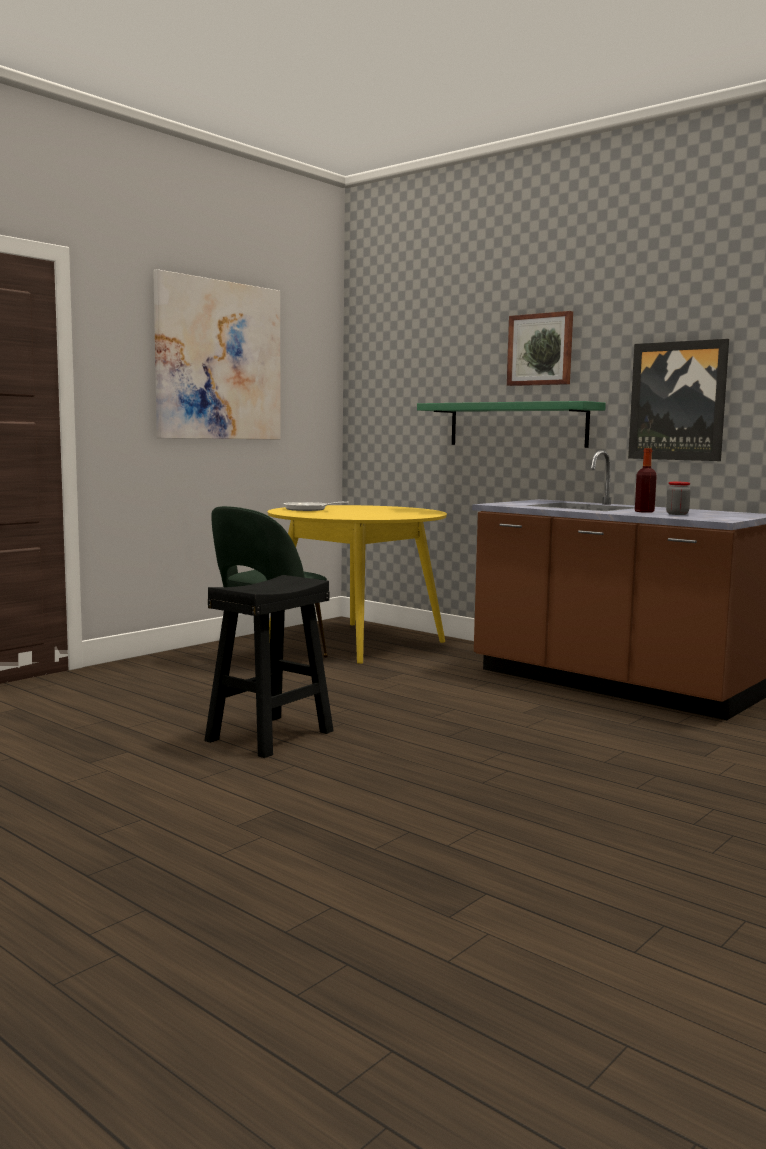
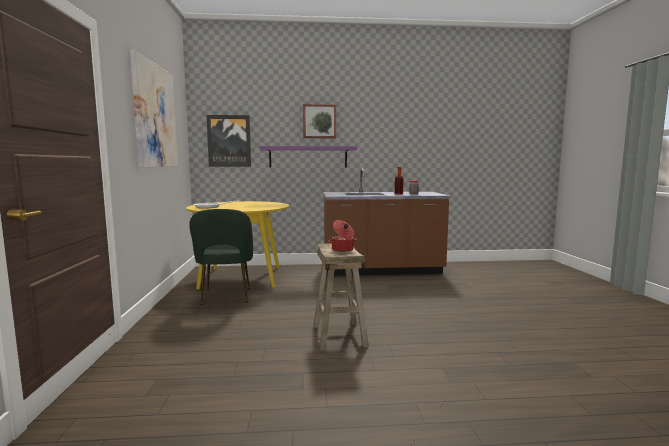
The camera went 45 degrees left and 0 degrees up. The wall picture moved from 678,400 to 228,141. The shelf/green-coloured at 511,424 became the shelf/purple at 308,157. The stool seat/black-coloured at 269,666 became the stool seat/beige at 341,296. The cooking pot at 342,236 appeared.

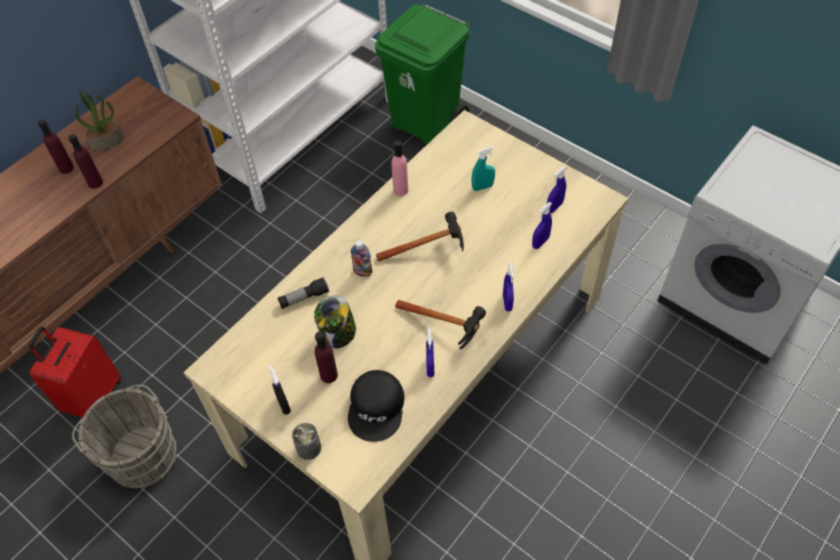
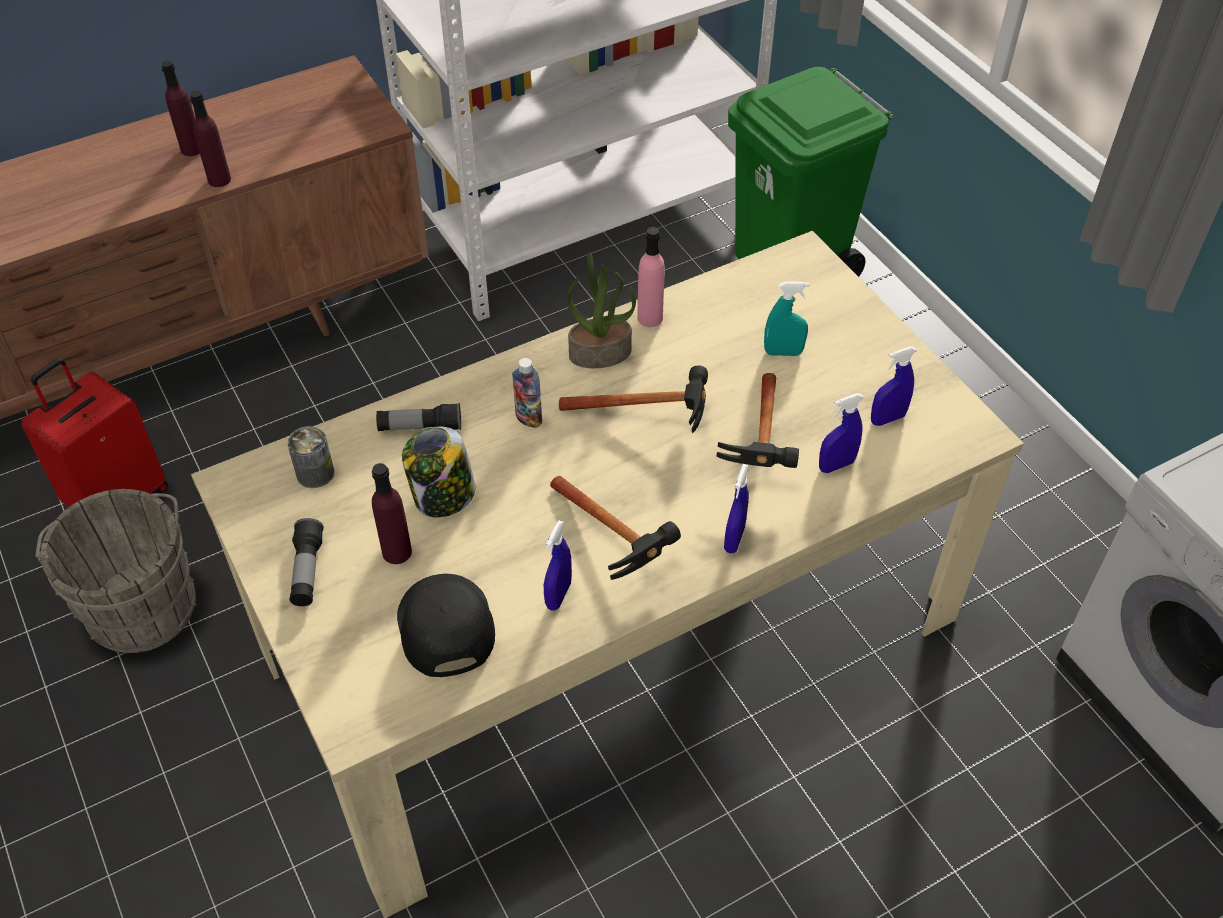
The camera went 20 degrees right and 5 degrees down. The potted plant moved from 99,121 to 601,310. The spray bottle/black-coloured at 279,390 was replaced by the flashlight at 306,562. The peaked cap/black-coloured at 376,406 turned 135 degrees clockwise. The can moved from 306,441 to 310,457. The tool hammer at 758,420 appeared.

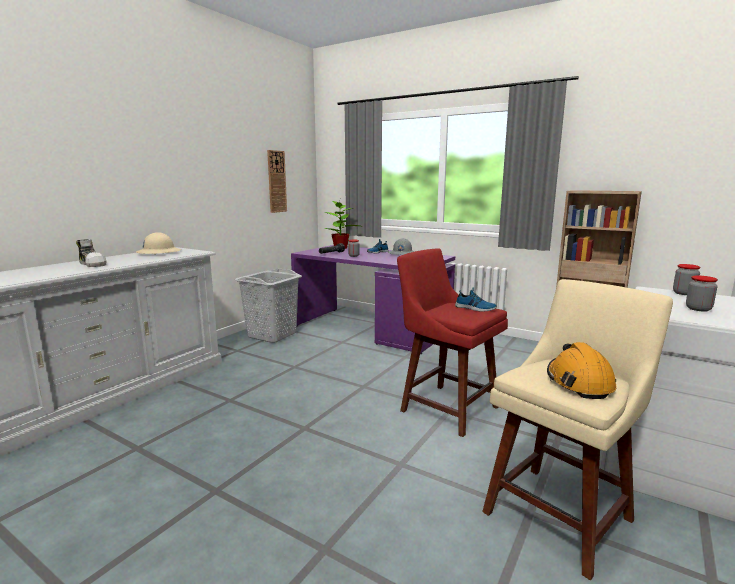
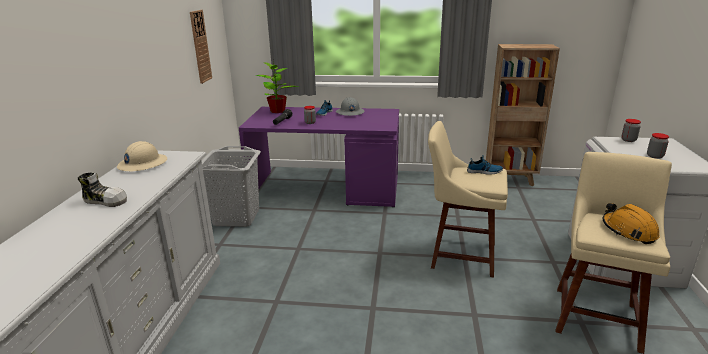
The camera went 25 degrees left and 10 degrees up. The stool seat/red at 452,342 became the stool seat/beige at 468,199.

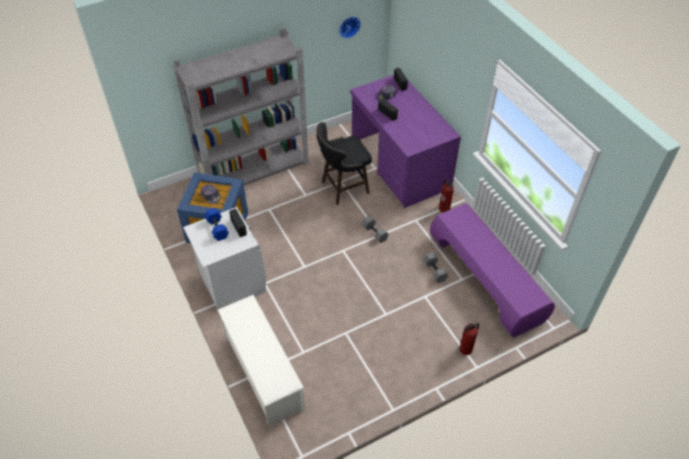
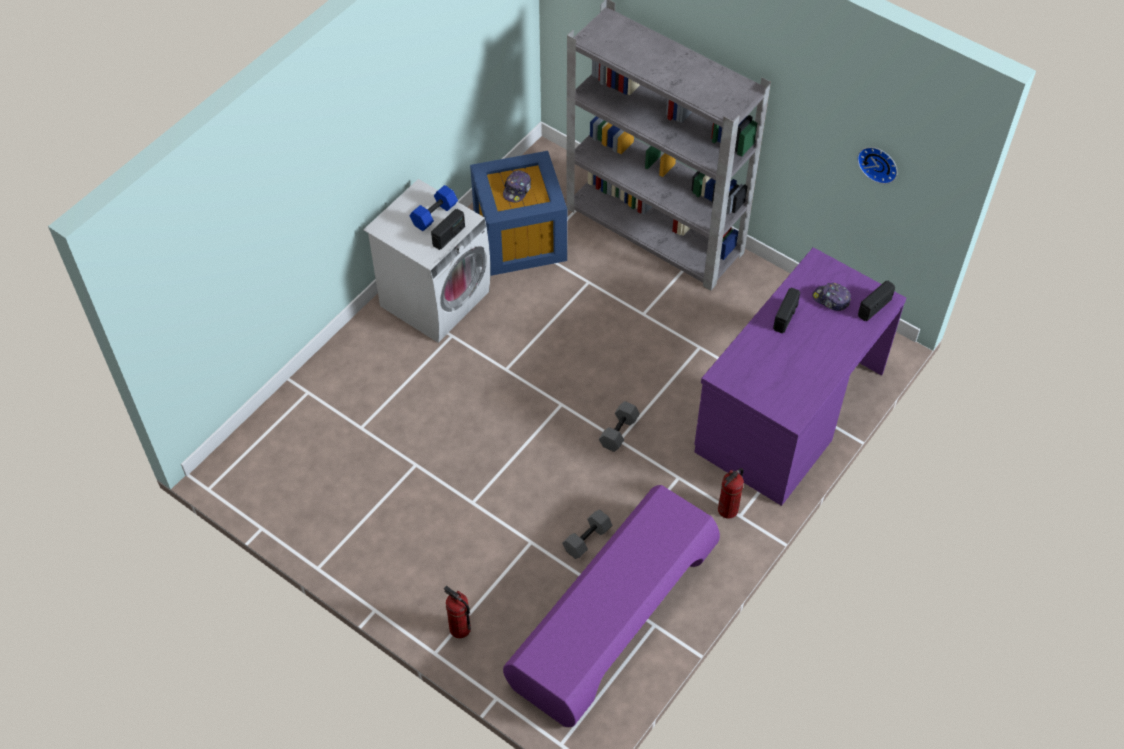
The camera went 65 degrees right and 5 degrees up. The stool seat/black-coloured at 344,163 disappeared. The shoe rack/whitish at 261,360 disappeared.

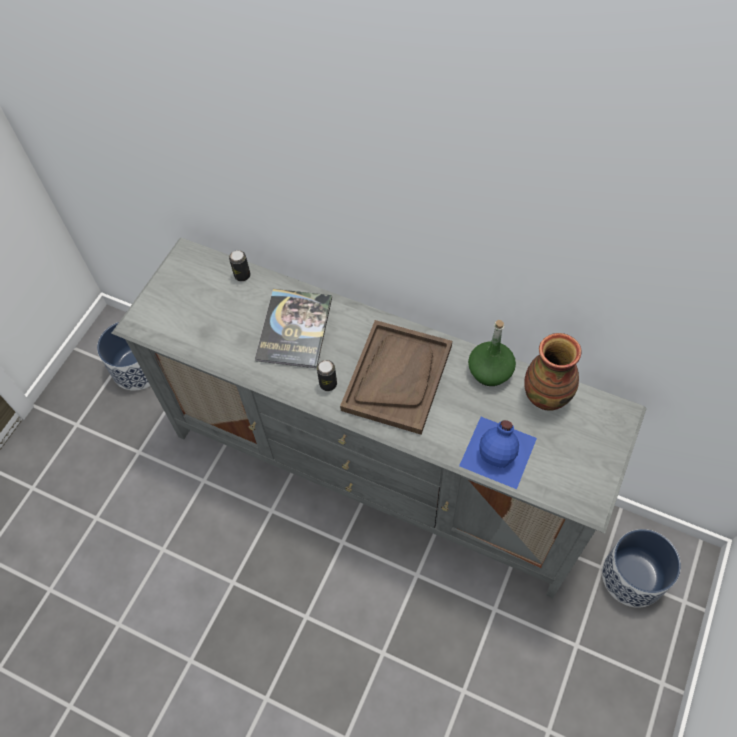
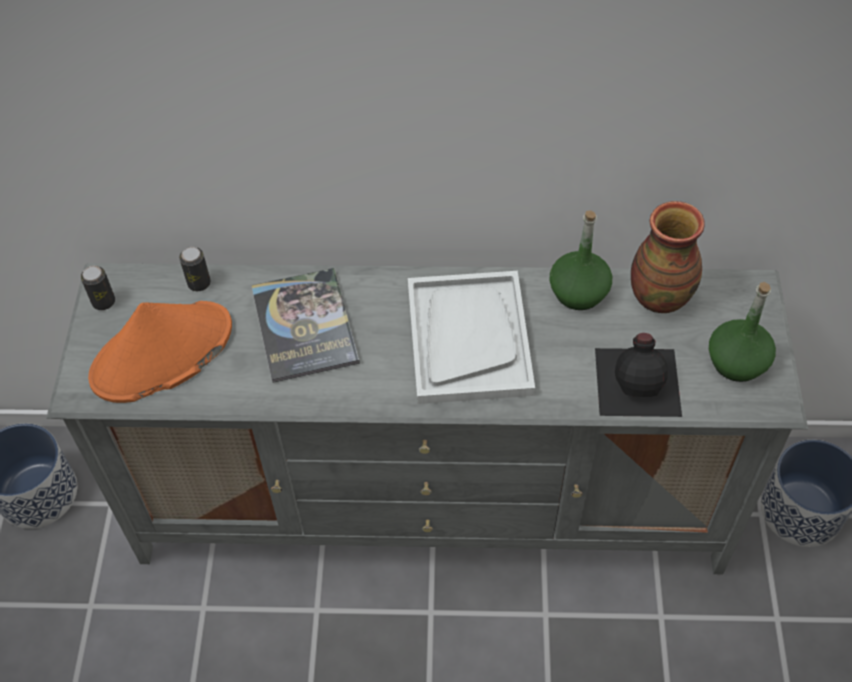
The camera went 25 degrees left and 5 degrees down. The tray/brown-coloured at 396,377 became the tray/whitish at 471,337. The can moved from 327,375 to 98,288. The beverage bottle/bluish at 498,453 became the beverage bottle/black-coloured at 638,375. The beverage bottle/green-coloured at 742,332 appeared. The wearable hat/orangey at 160,352 appeared.

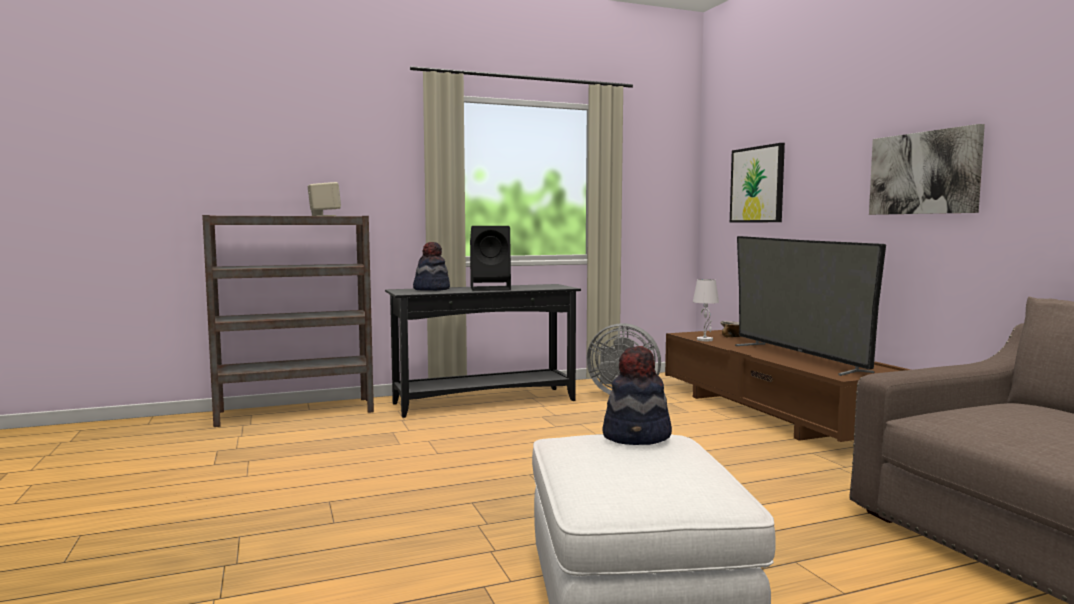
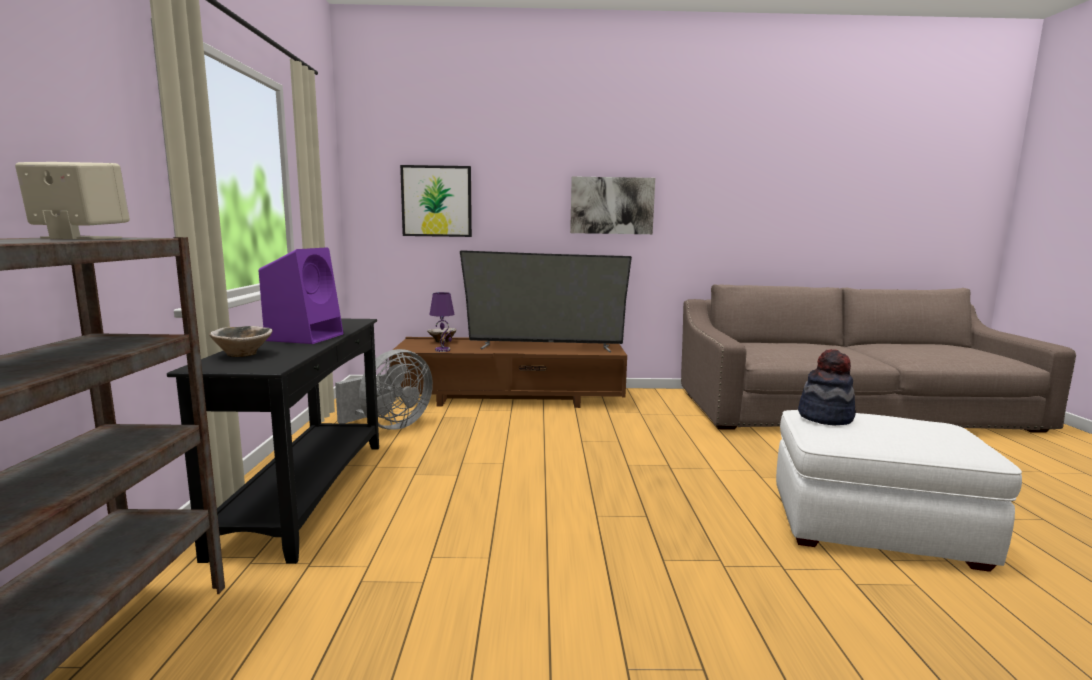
The camera went 70 degrees left and 5 degrees up. The speaker/black-coloured at 490,258 became the speaker/purple at 301,295. The wearable hat at 431,266 was replaced by the serving bowl at 241,341. The table lamp/whitish at 706,310 became the table lamp/purple at 442,322.

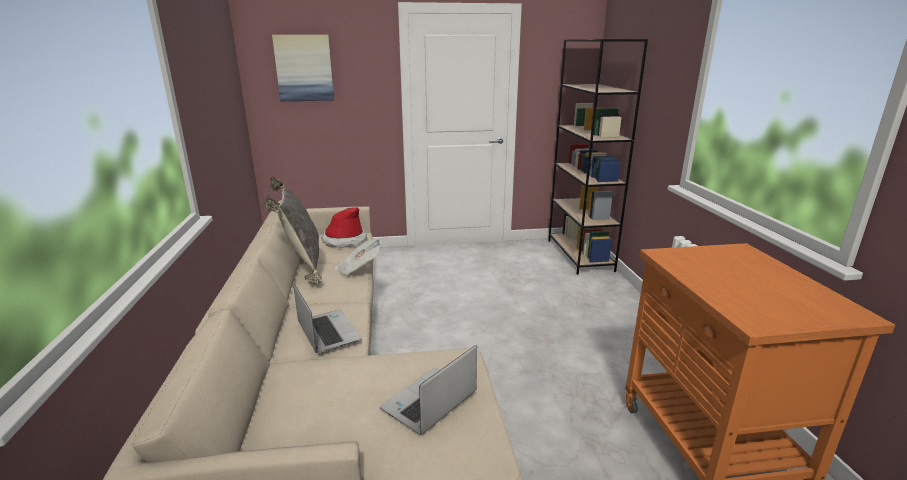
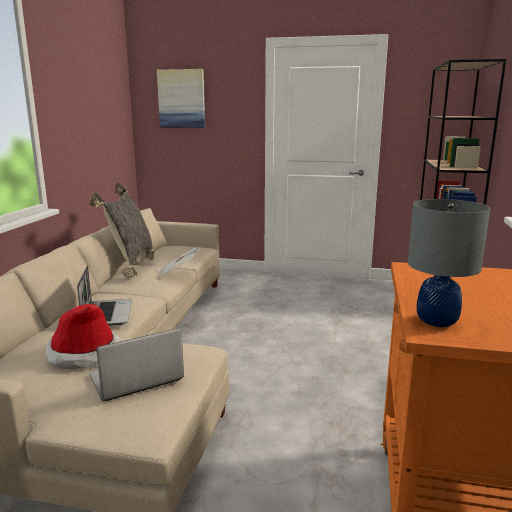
The camera went 20 degrees right and 5 degrees down. The wearable hat moved from 344,227 to 82,336. The table lamp/greyish at 449,263 appeared.

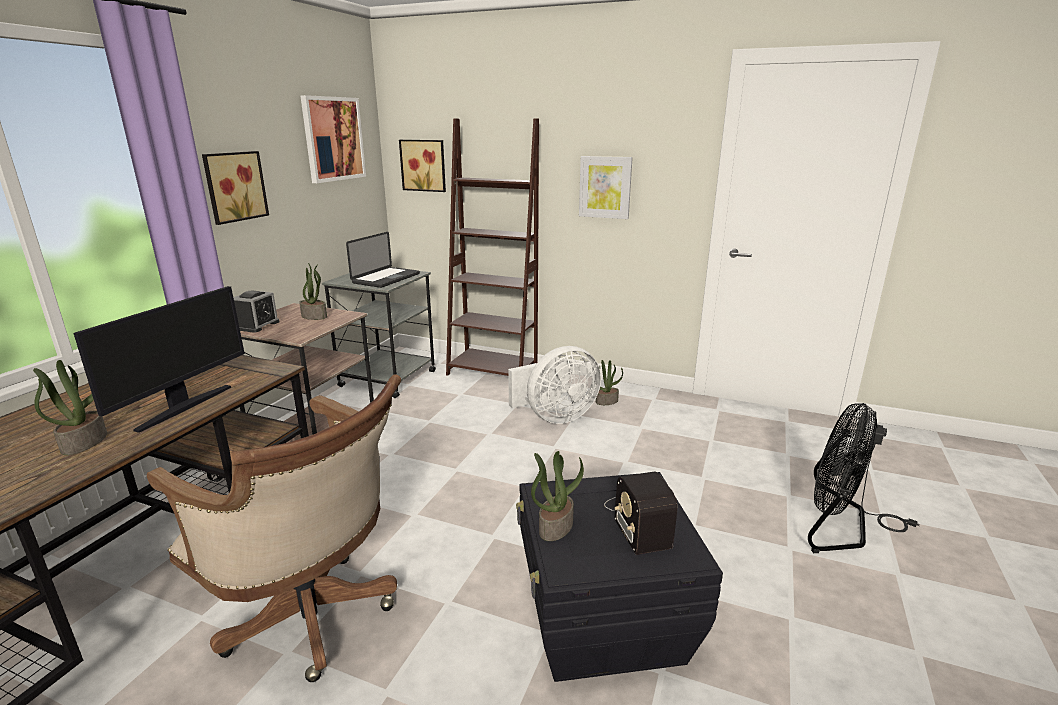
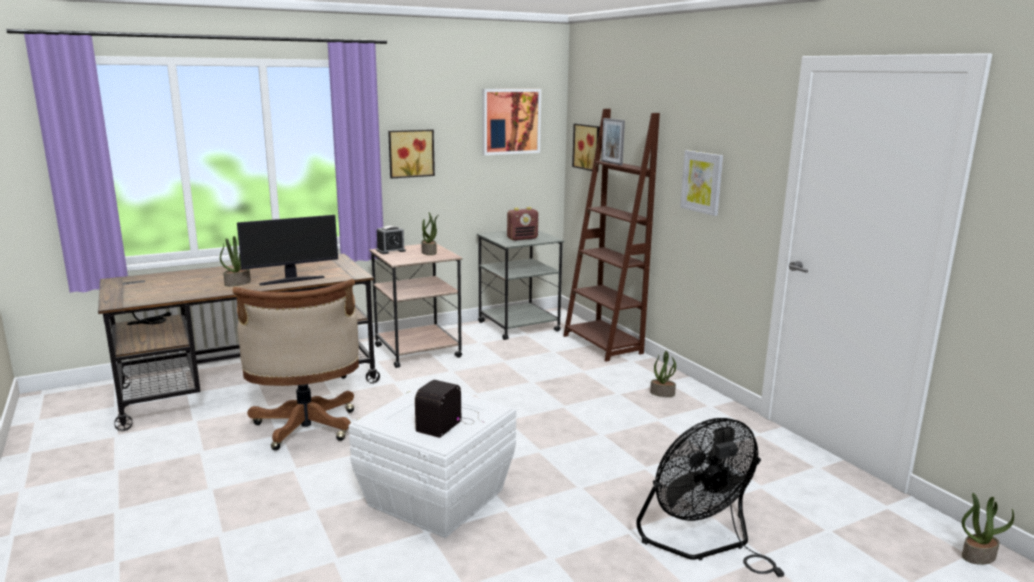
The camera went 40 degrees right and 5 degrees down. The laptop at 383,260 was replaced by the radio at 522,224. The electric fan/whitish at 554,385 disappeared. The potted plant moved from 557,496 to 988,529. The storage box/black-coloured at 619,577 became the storage box/whitish at 432,460. The picture frame at 613,141 appeared.

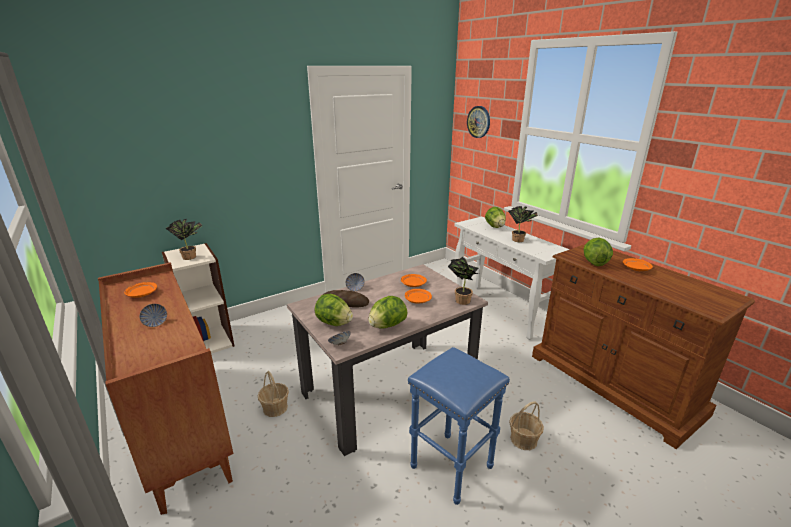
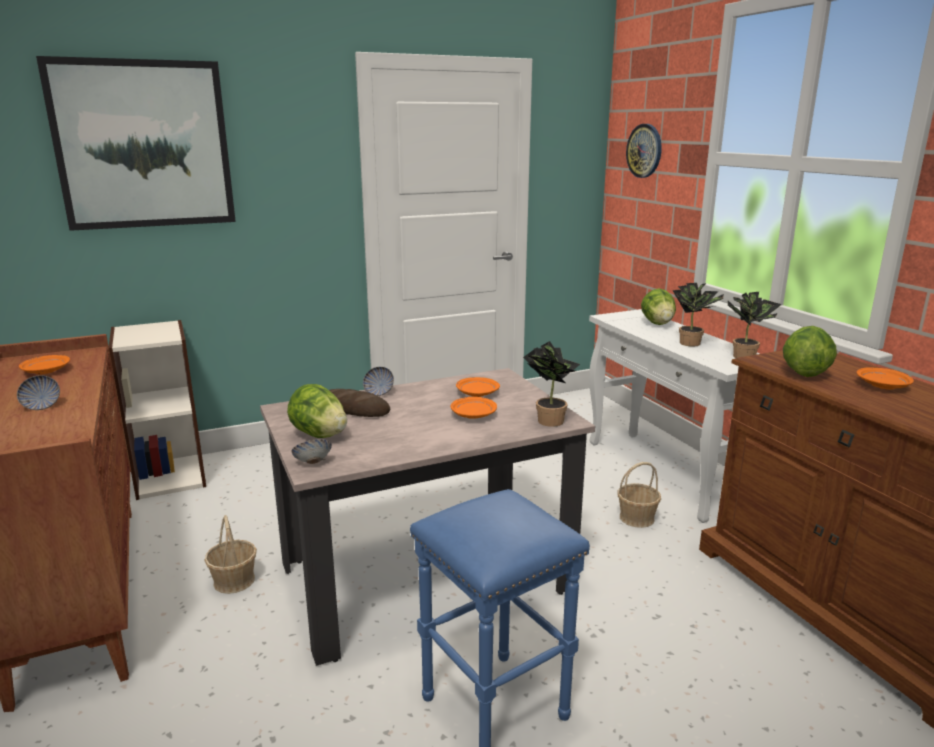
The camera went 10 degrees right and 5 degrees down. The potted plant moved from 184,239 to 755,325. The head of lettuce at 387,312 disappeared. The basket moved from 526,425 to 639,495. The wall picture at 136,143 appeared.

